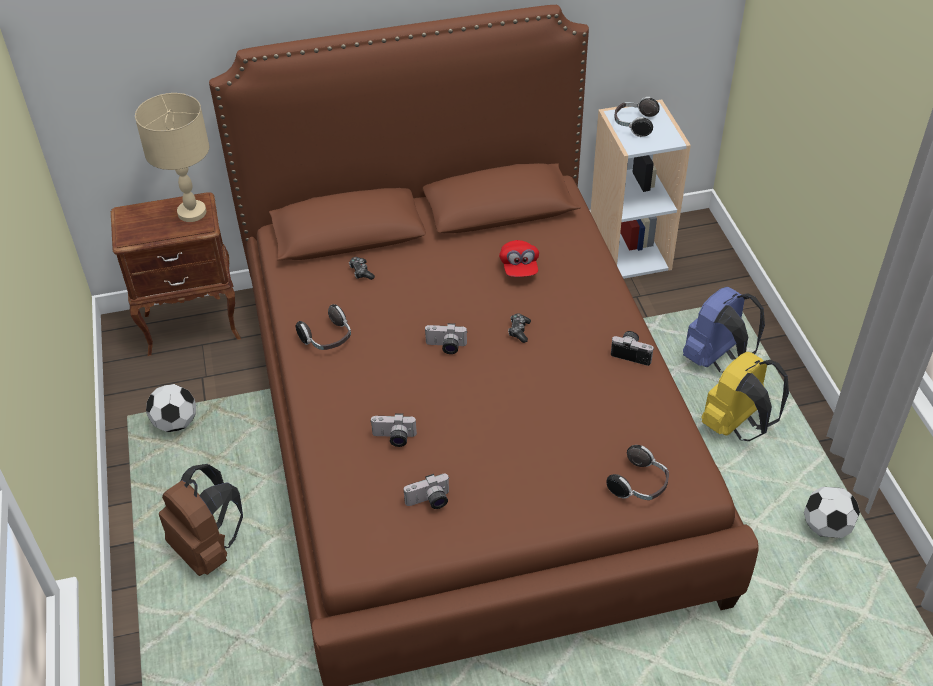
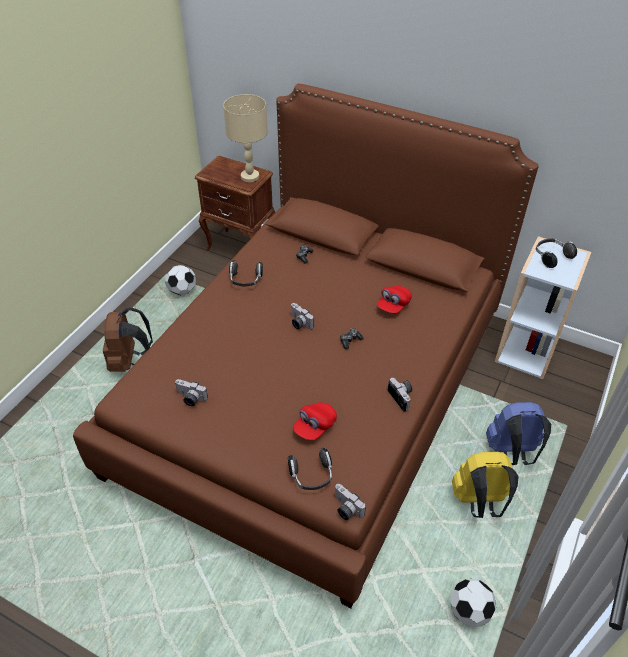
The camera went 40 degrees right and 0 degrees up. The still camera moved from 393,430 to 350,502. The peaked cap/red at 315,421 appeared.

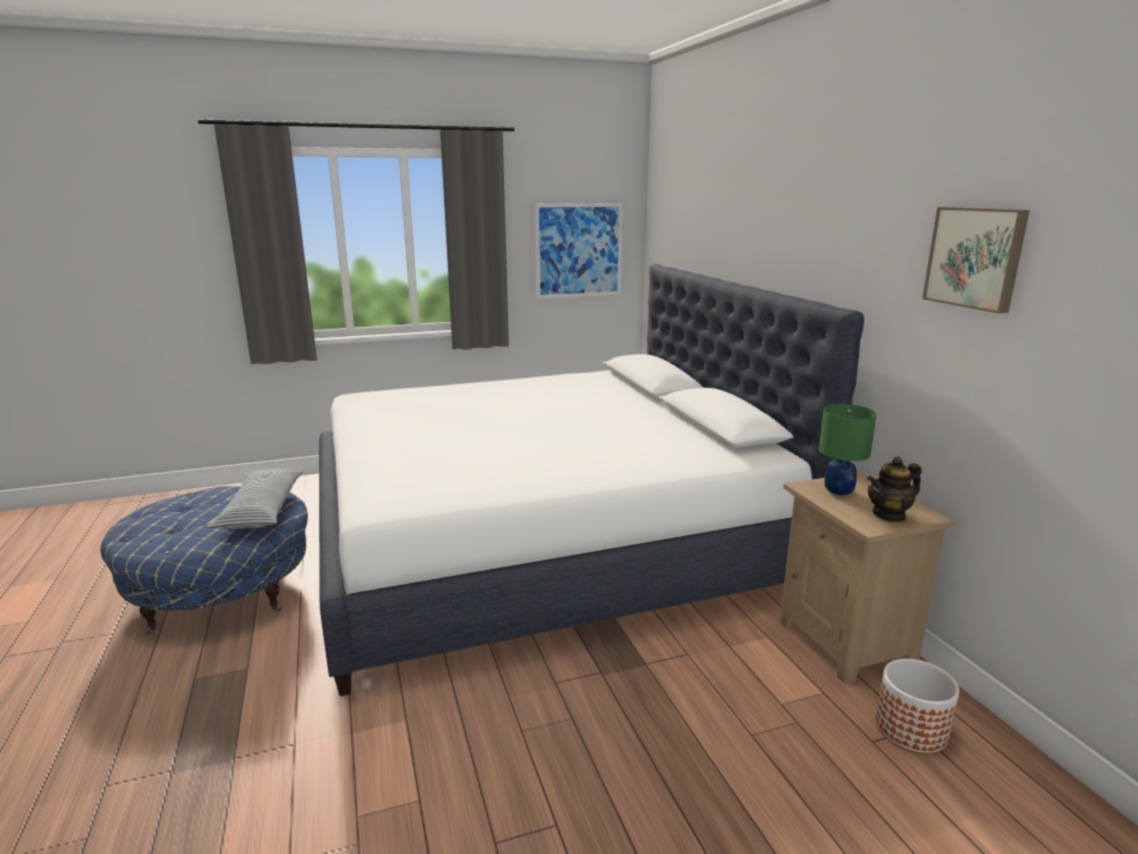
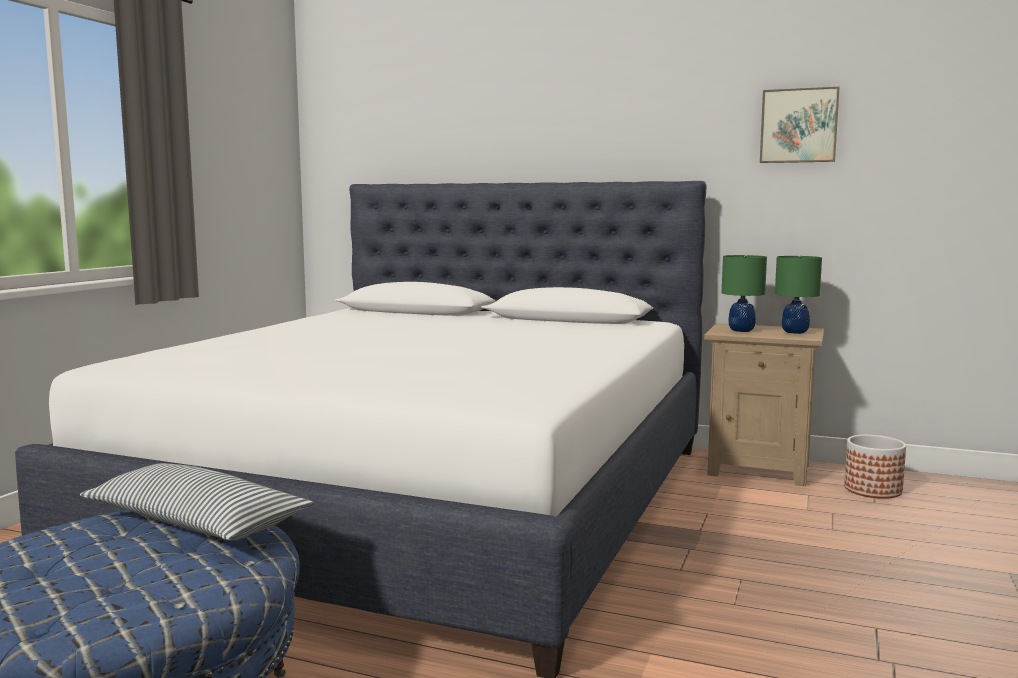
The camera went 50 degrees left and 10 degrees down. The wall picture at 579,251 disappeared. The pot for tea at 894,489 was replaced by the table lamp/green-coloured at 798,295.

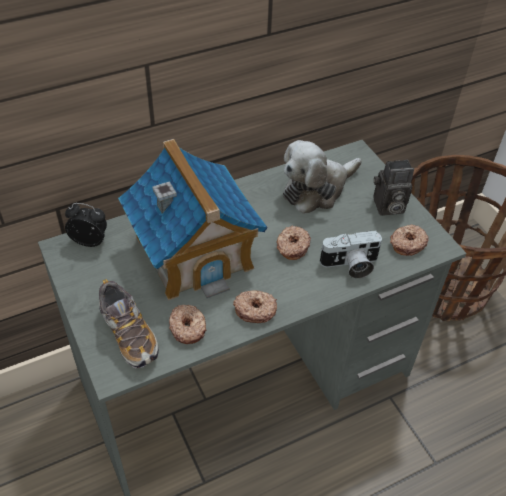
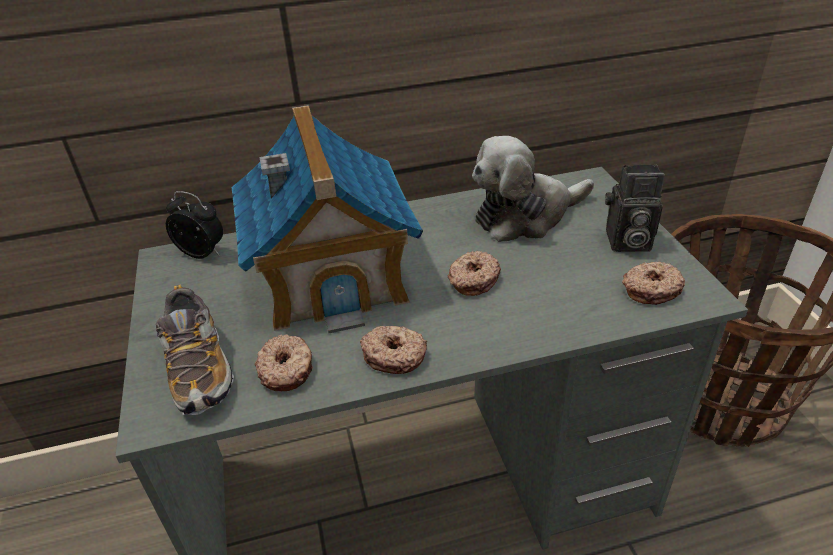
The camera went 15 degrees right and 10 degrees down. The still camera at 351,254 disappeared.

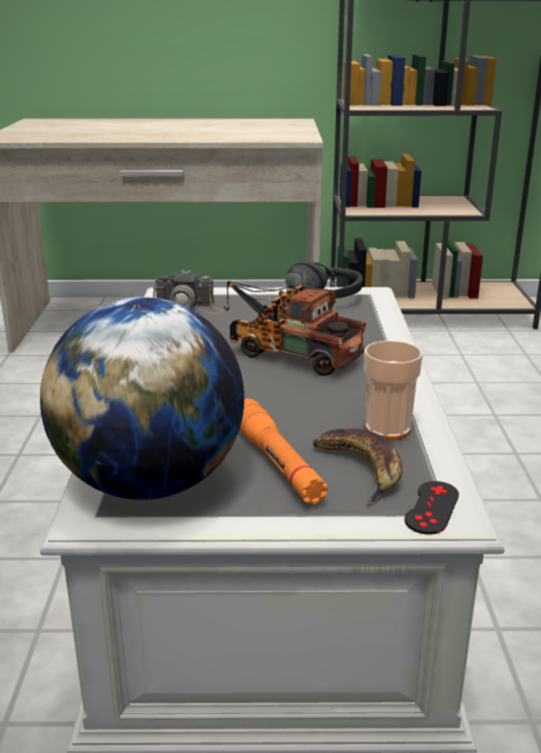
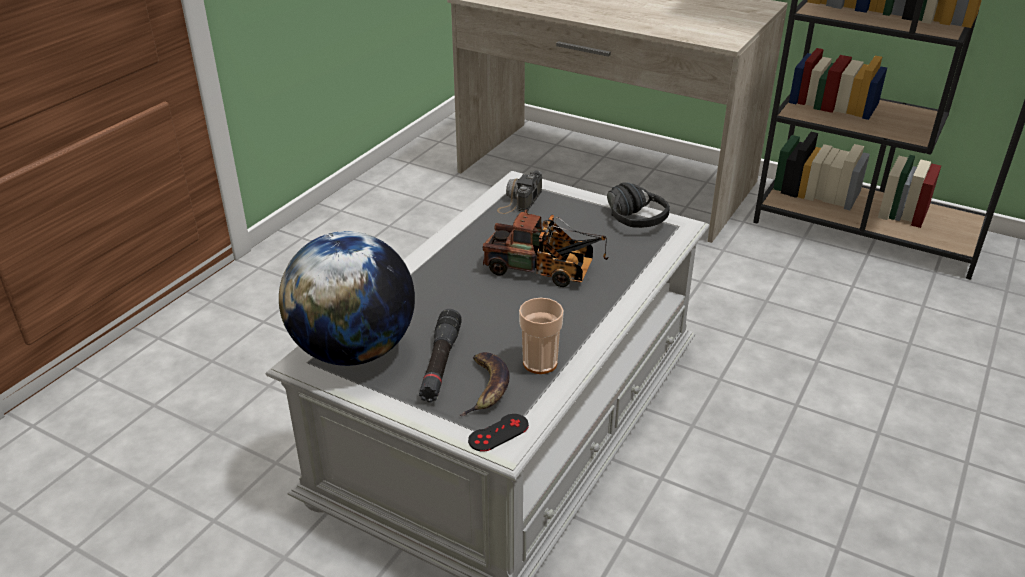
The camera went 30 degrees right and 10 degrees up. The still camera at 188,292 turned 75 degrees clockwise. The toy lorry at 295,328 turned 135 degrees clockwise. The flashlight/orangey at 284,451 became the flashlight/black-coloured at 440,356.

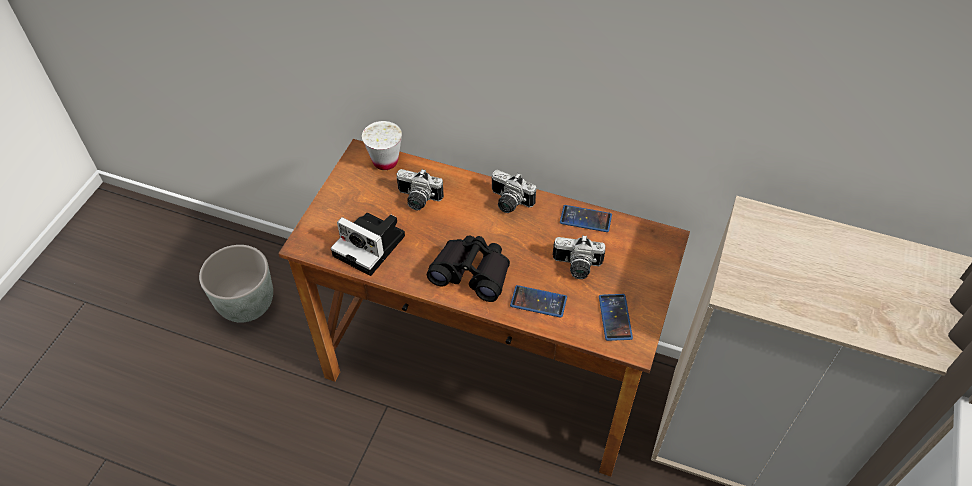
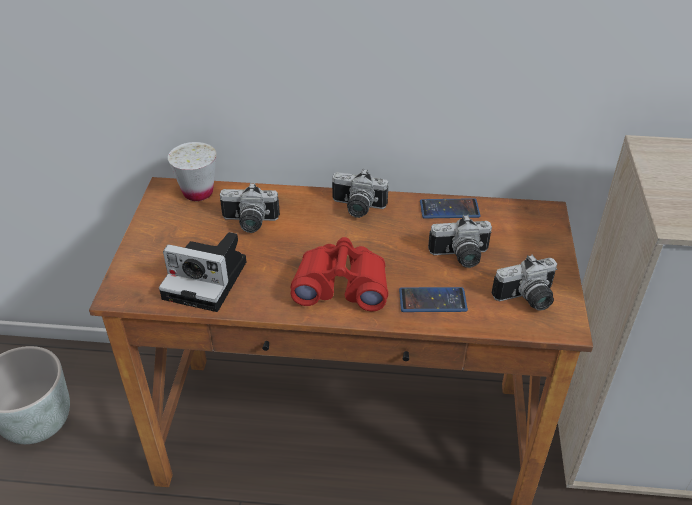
The camera went 15 degrees left and 10 degrees down. The pair of binoculars/black-coloured at 468,269 became the pair of binoculars/red at 339,274. The telephone at 616,317 was replaced by the still camera at 524,282.

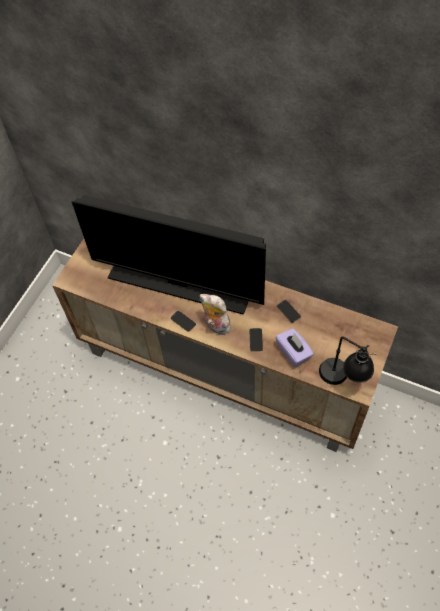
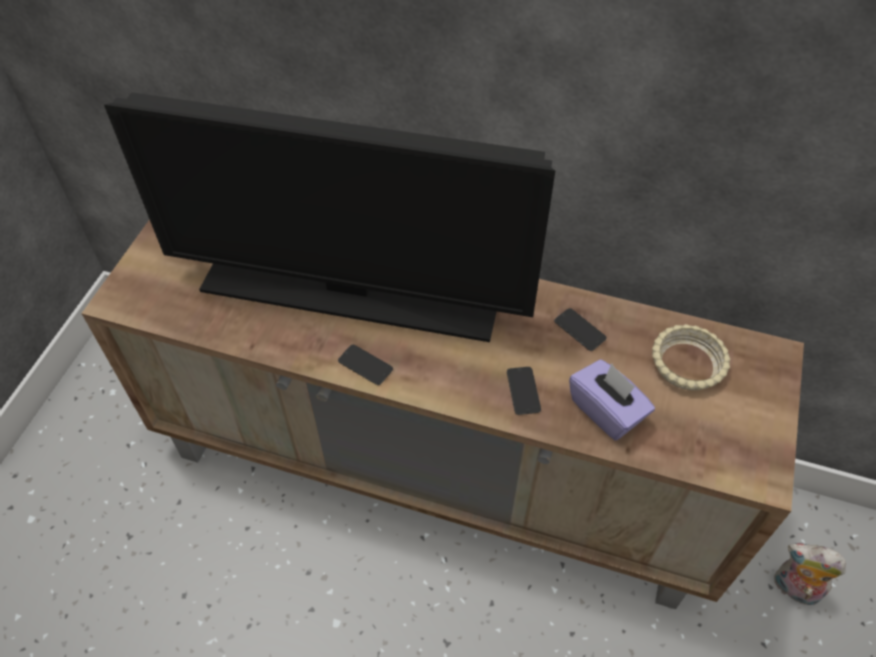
The camera went 10 degrees left and 5 degrees down. The cuddly toy moved from 215,314 to 810,575. The table lamp/black-coloured at 347,360 disappeared. The serving bowl/beige at 691,357 appeared.

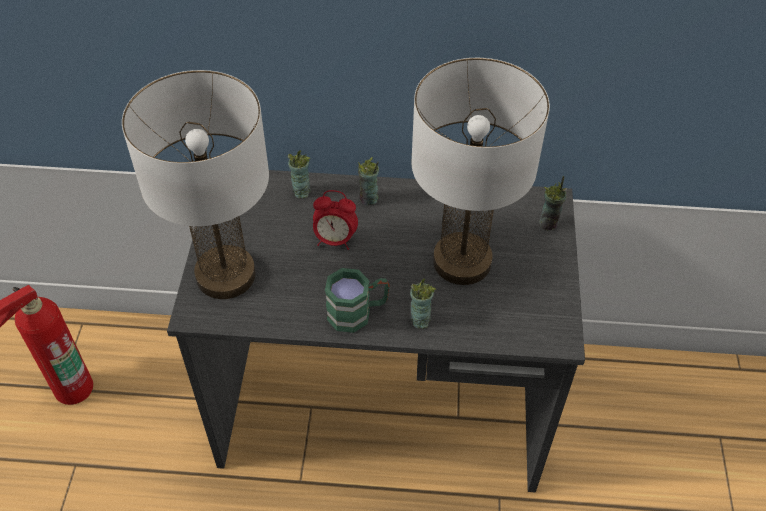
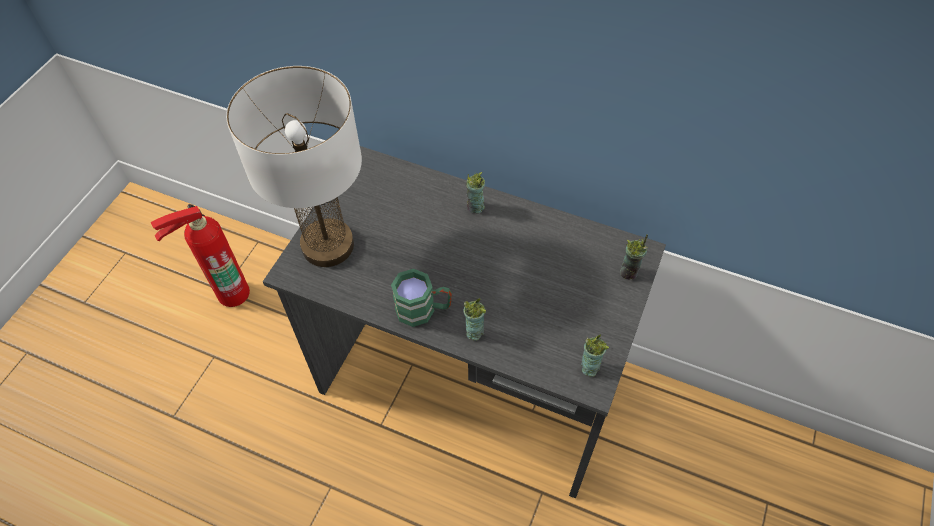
The camera went 20 degrees right and 5 degrees up. The table lamp at 481,171 disappeared. The small cup moved from 299,174 to 595,355. The alarm clock at 335,220 disappeared.

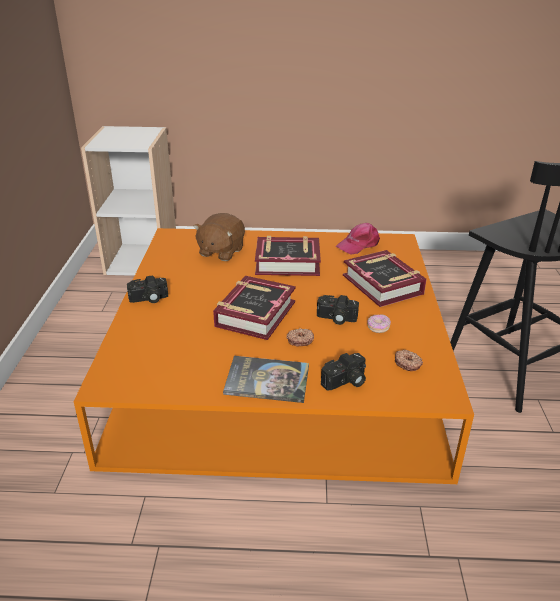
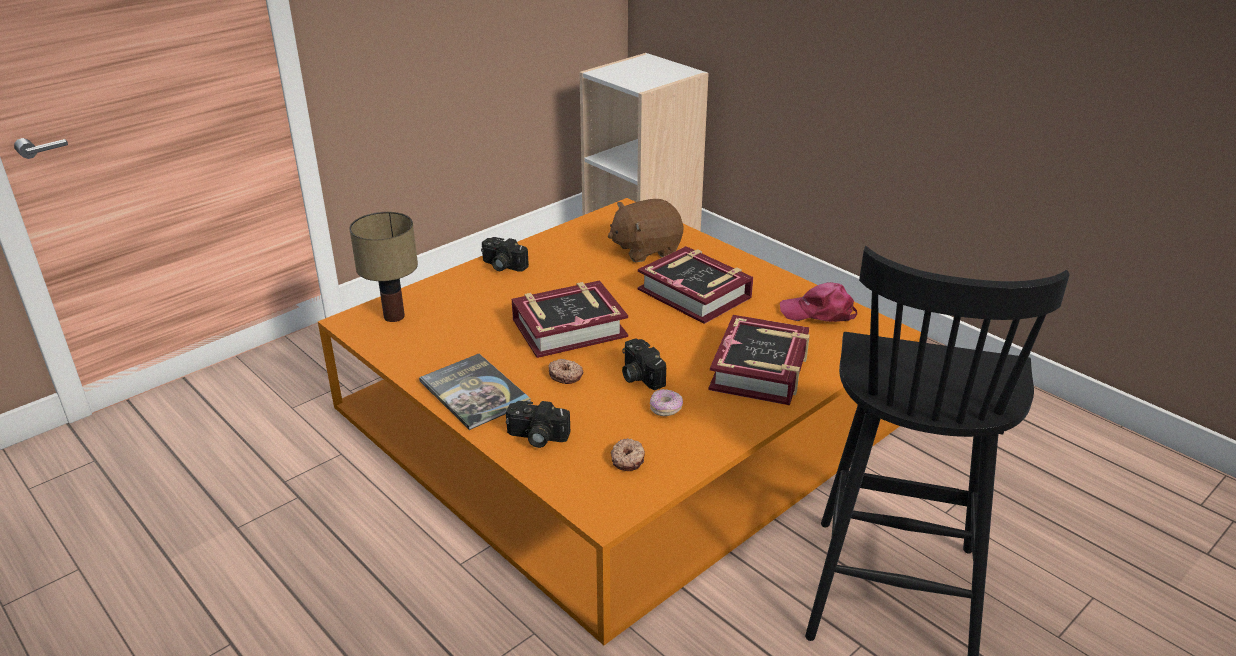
The camera went 45 degrees right and 0 degrees up. The table lamp at 383,267 appeared.

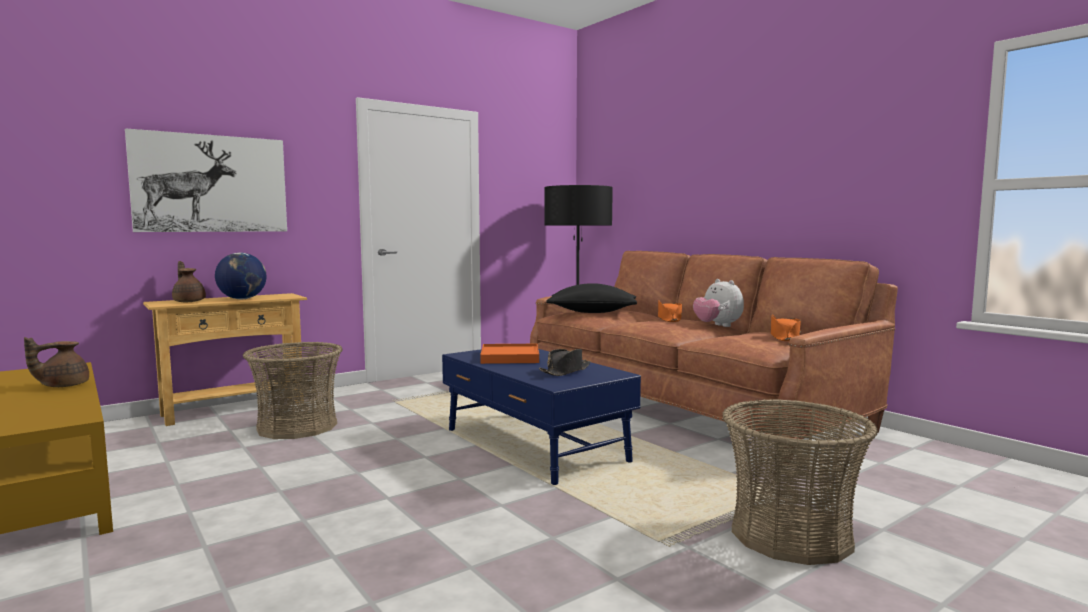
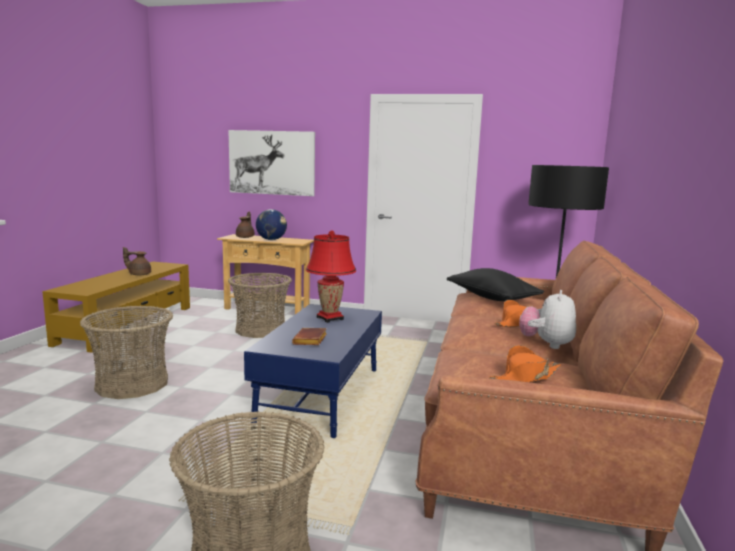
The camera went 50 degrees right and 5 degrees up. The tray/orangey at 509,354 was replaced by the table lamp/red at 331,276. The wearable hat/black-coloured at 565,362 was replaced by the bound book/brown-coloured at 309,336. The basket at 126,352 appeared.

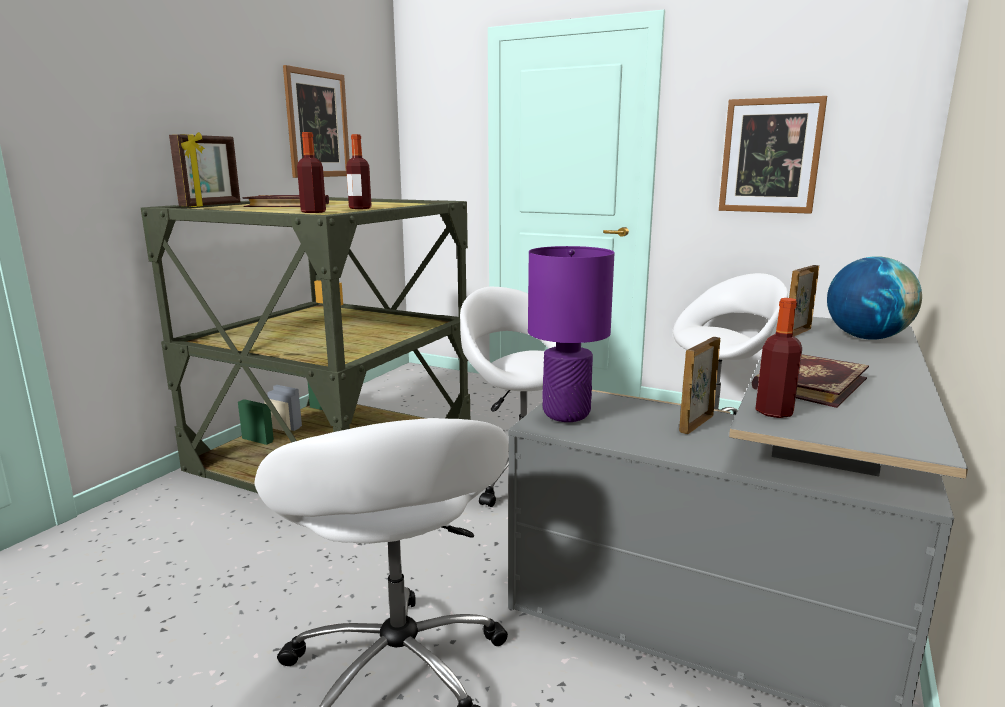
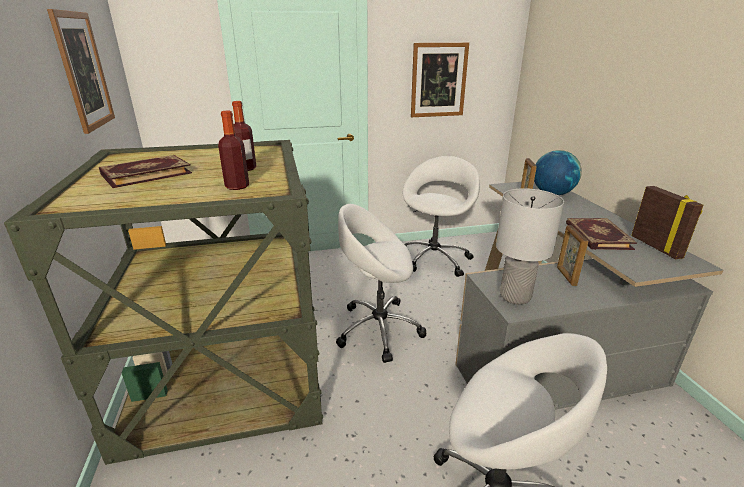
The camera went 40 degrees left and 10 degrees up. The picture frame moved from 205,169 to 667,222. The table lamp/purple at 571,334 became the table lamp/greyish at 530,246. The beverage bottle at 778,358 disappeared.

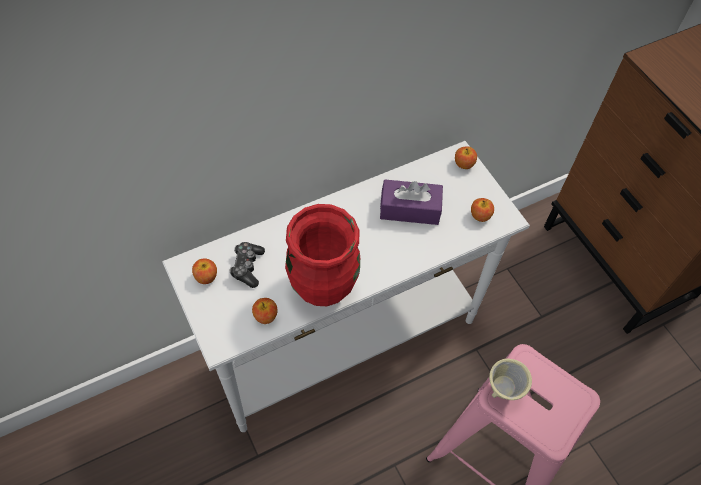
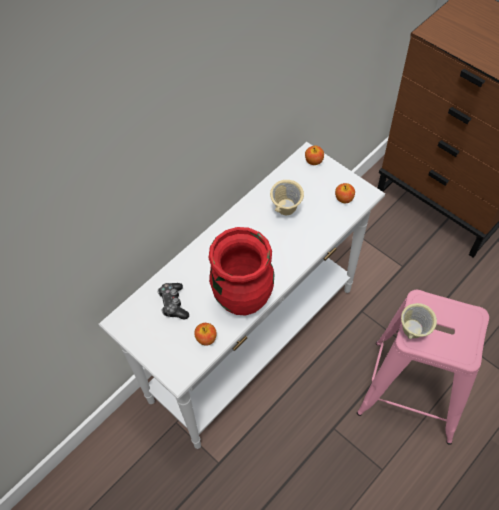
The camera went 15 degrees left and 0 degrees up. The tissue box/purple at 411,202 was replaced by the mug/beige at 287,197. The apple fruit at 204,271 disappeared.

